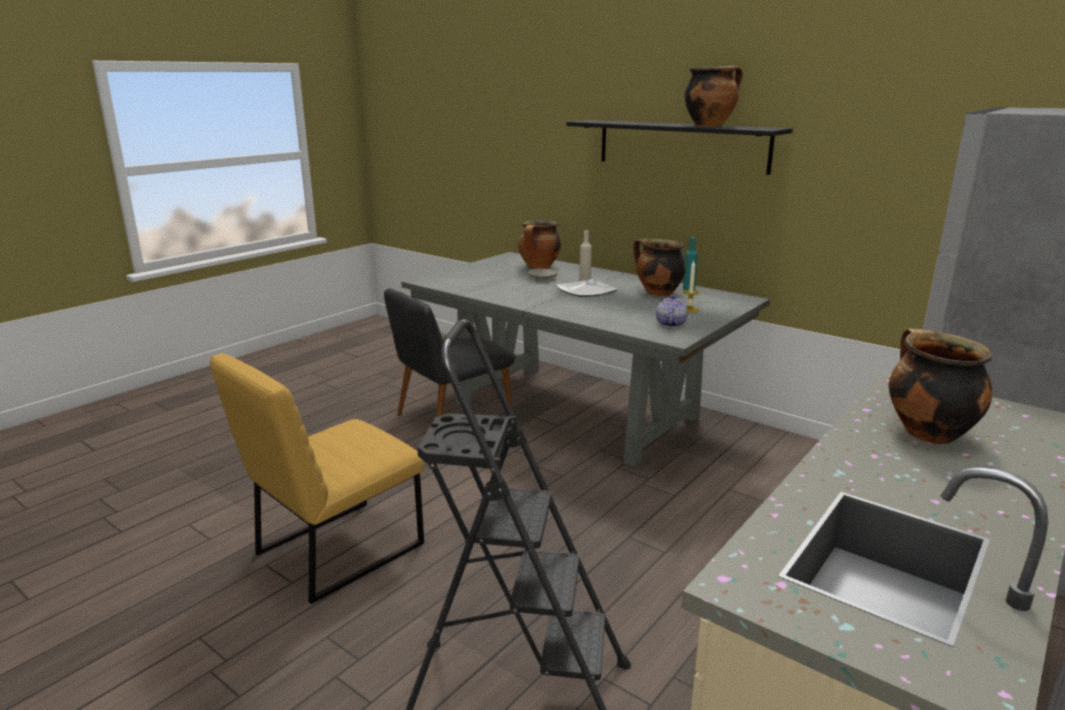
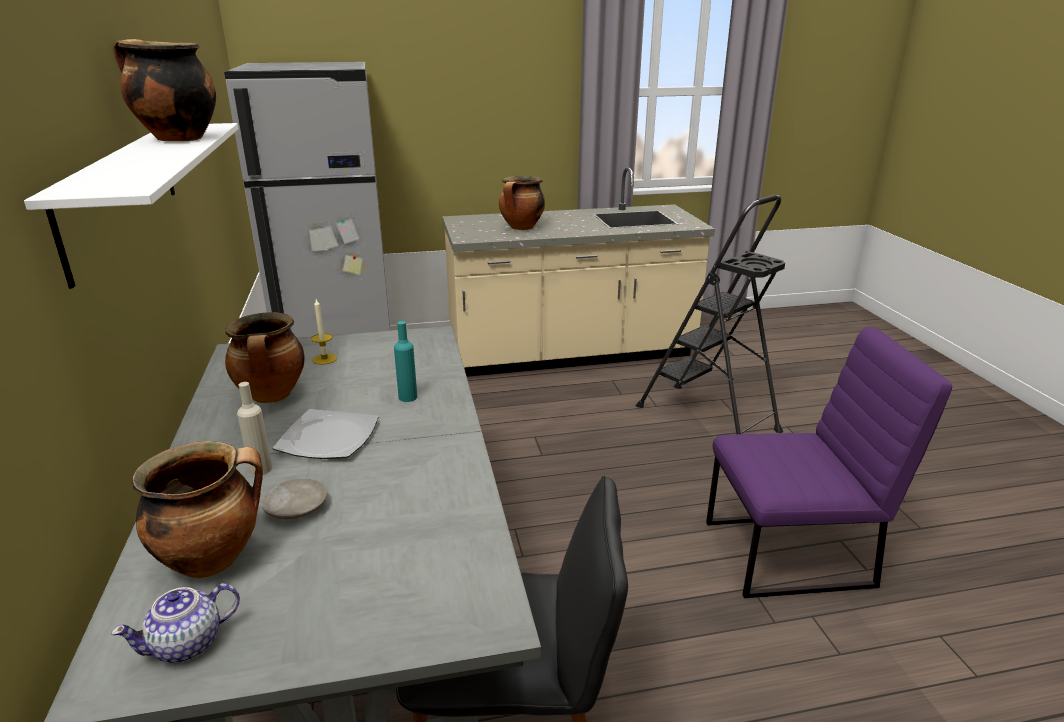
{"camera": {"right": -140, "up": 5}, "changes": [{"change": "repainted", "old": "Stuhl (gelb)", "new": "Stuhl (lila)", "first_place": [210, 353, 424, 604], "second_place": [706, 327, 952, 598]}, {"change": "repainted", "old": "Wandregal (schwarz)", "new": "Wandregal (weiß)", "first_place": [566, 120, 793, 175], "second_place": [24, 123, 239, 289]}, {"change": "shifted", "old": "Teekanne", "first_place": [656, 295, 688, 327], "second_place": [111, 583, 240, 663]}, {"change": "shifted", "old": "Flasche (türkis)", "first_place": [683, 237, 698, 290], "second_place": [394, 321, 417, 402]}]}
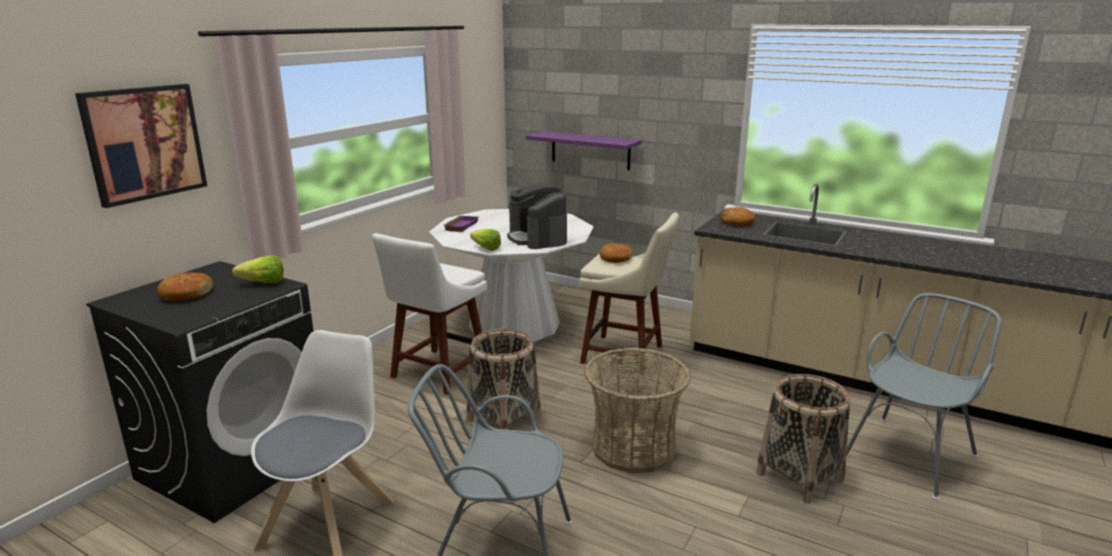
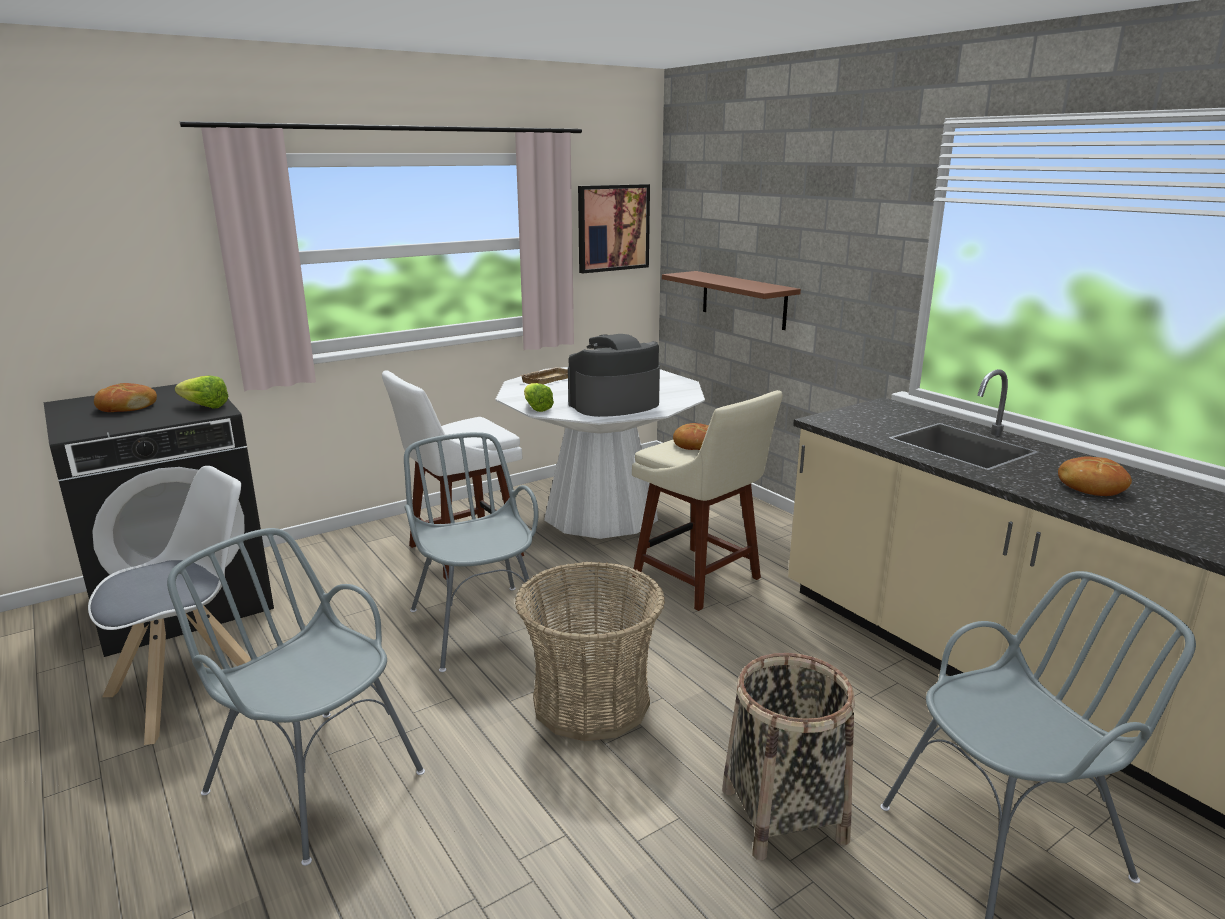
{"camera": {"right": 25, "up": 0}, "changes": [{"change": "shifted", "old": "Bild", "first_place": [75, 84, 207, 208], "second_place": [578, 184, 650, 273]}, {"change": "repainted", "old": "Tablett (lila)", "new": "Tablett (beige)", "first_place": [442, 216, 478, 232], "second_place": [519, 367, 568, 385]}, {"change": "swapped", "old": "Korb", "new": "Stuhl (grau)", "first_place": [467, 329, 541, 430], "second_place": [404, 432, 544, 672]}, {"change": "rotated", "old": "Kaffeemaschine", "first_place": [507, 182, 567, 249], "second_place": [568, 334, 660, 417], "degrees": 60}, {"change": "repainted", "old": "Wandregal (lila)", "new": "Wandregal (braun)", "first_place": [526, 131, 642, 170], "second_place": [662, 271, 801, 330]}, {"change": "shifted", "old": "Brot", "first_place": [720, 207, 756, 226], "second_place": [1058, 456, 1132, 496]}]}
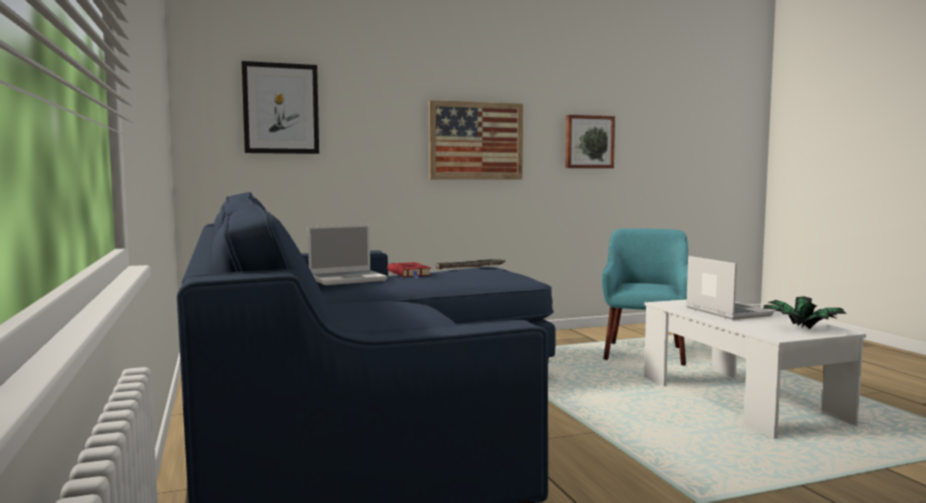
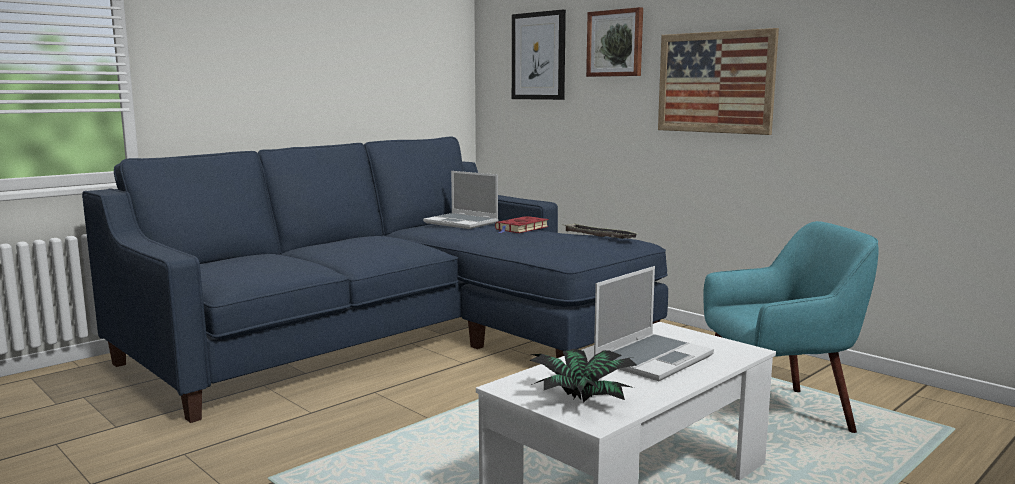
{"camera": {"right": 65, "up": 5}, "changes": [{"change": "shifted", "old": "Bild", "first_place": [565, 115, 615, 168], "second_place": [586, 7, 643, 77]}]}
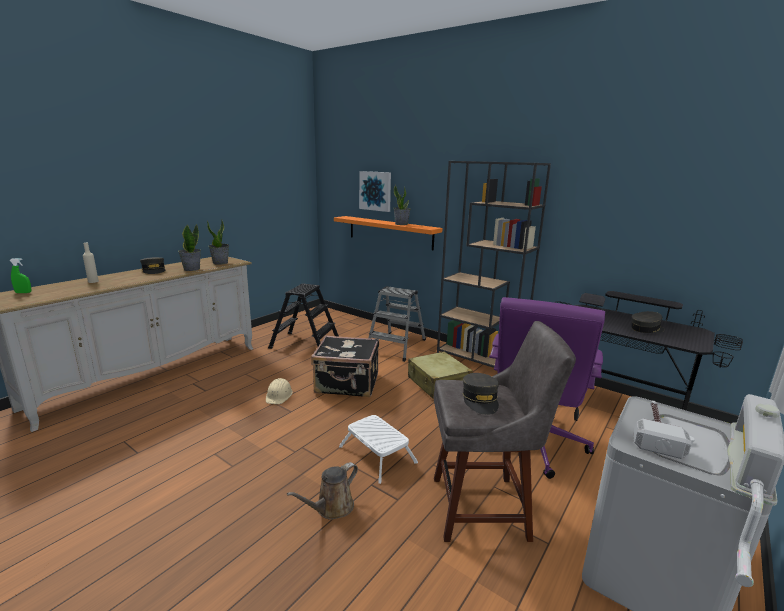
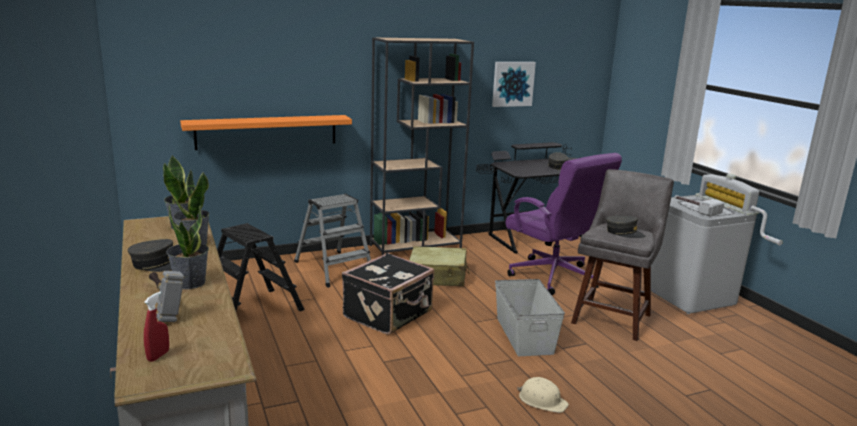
{"camera": {"right": -60, "up": 0}, "changes": [{"change": "repainted", "old": "Sprühflasche (grün)", "new": "Sprühflasche (rot)", "first_place": [9, 258, 31, 293], "second_place": [144, 292, 169, 362]}, {"change": "swapped", "old": "Flasche (beige)", "new": "Hammer", "first_place": [83, 243, 99, 283], "second_place": [149, 271, 184, 322]}, {"change": "shifted", "old": "Schutzhelm (beige)", "first_place": [266, 378, 293, 404], "second_place": [517, 377, 569, 413]}, {"change": "gone", "old": "Gießkanne (braun)", "first_place": [287, 462, 358, 520]}, {"change": "swapped", "old": "Trittleiter (weiß)", "new": "Aufbewahrungsbox (grau)", "first_place": [339, 415, 418, 484], "second_place": [495, 279, 565, 356]}, {"change": "shifted", "old": "Bild", "first_place": [359, 171, 391, 212], "second_place": [492, 62, 536, 107]}, {"change": "shifted", "old": "Topfpflanze", "first_place": [394, 185, 411, 225], "second_place": [166, 205, 209, 289]}]}
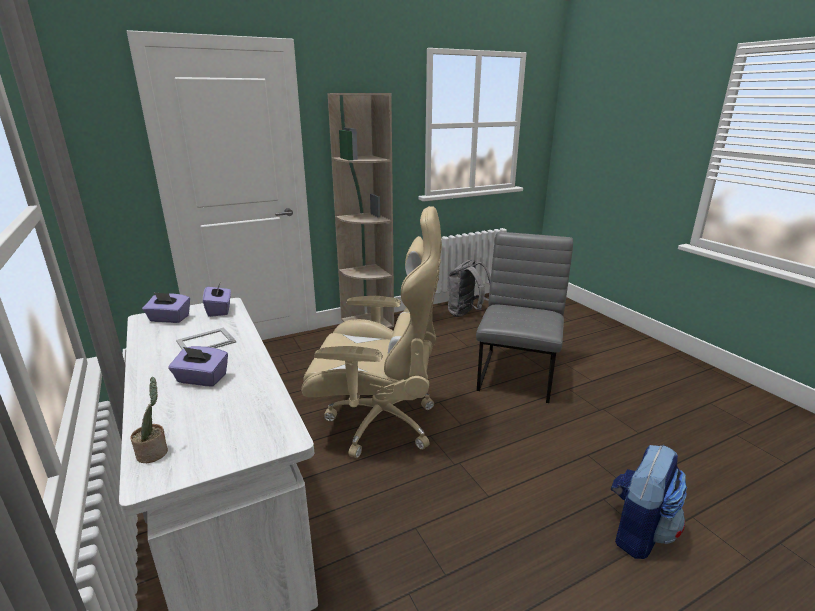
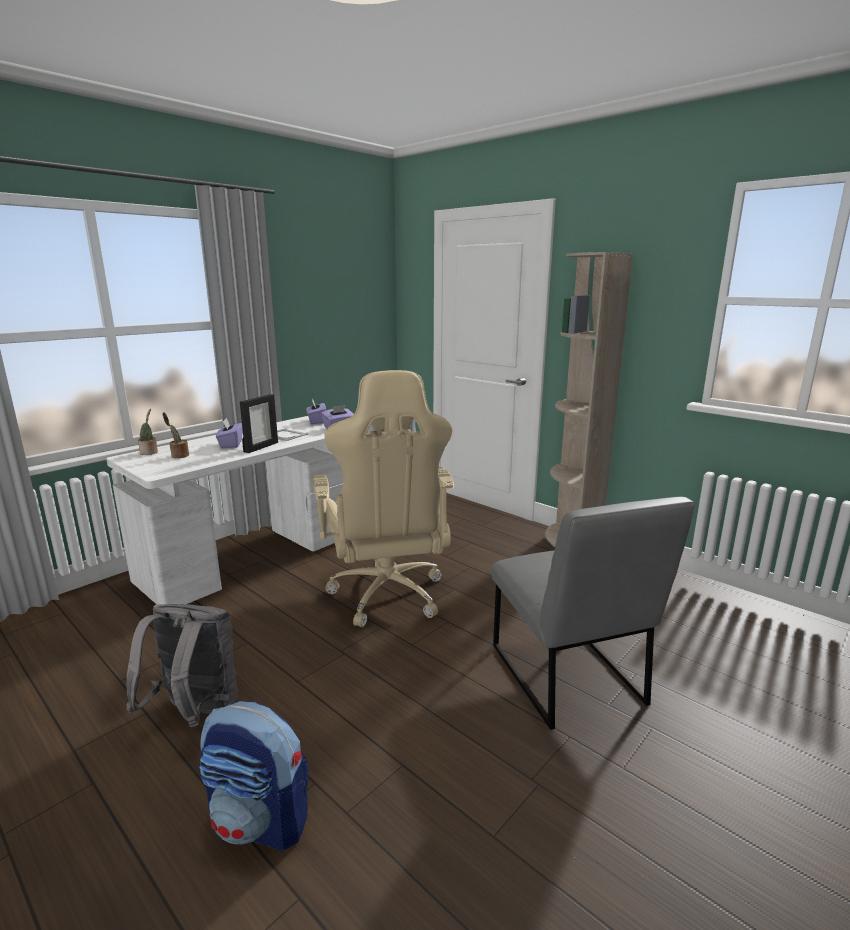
{"camera": {"right": 70, "up": -5}, "changes": [{"change": "shifted", "old": "Rucksack (grau)", "first_place": [448, 260, 491, 317], "second_place": [126, 604, 238, 727]}, {"change": "rotated", "old": "Stuhl (grau)", "first_place": [476, 232, 573, 403], "second_place": [491, 497, 695, 730], "degrees": 75}, {"change": "new", "new": "Topfpflanze", "second_place": [163, 412, 189, 458]}, {"change": "new", "new": "Bilderrahmen", "second_place": [240, 394, 278, 453]}]}
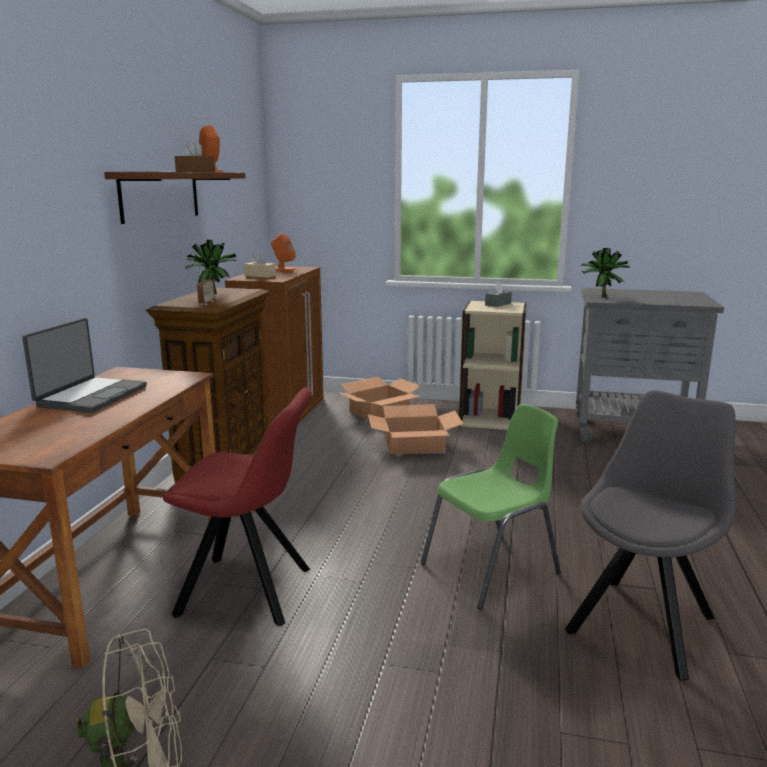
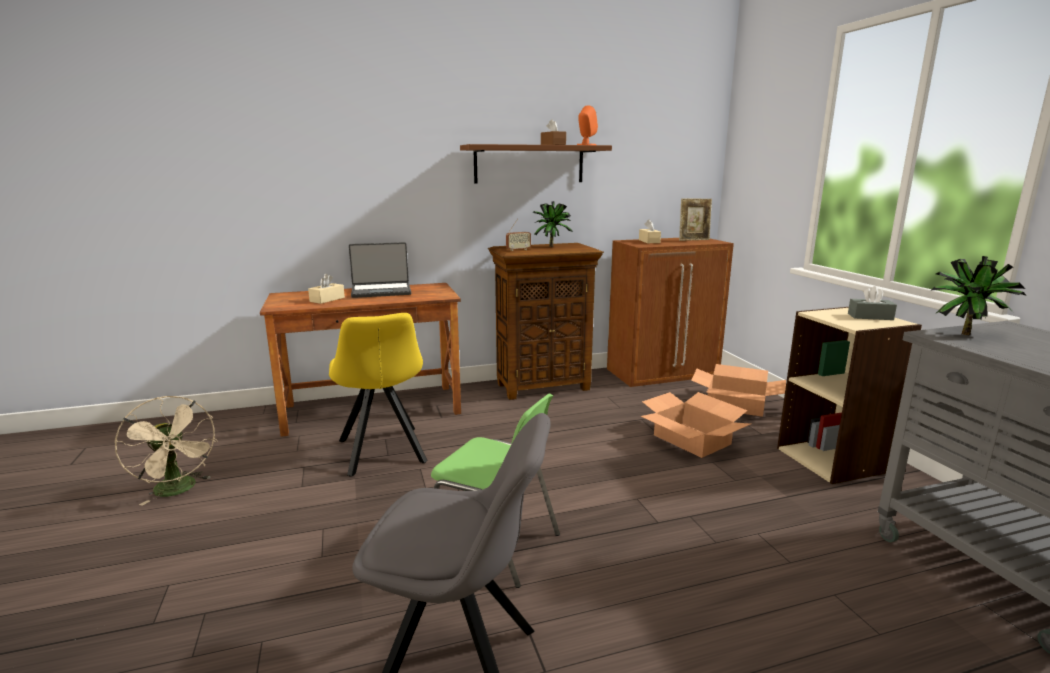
{"camera": {"right": 60, "up": 0}, "changes": [{"change": "repainted", "old": "Stuhl (rot)", "new": "Stuhl (gelb)", "first_place": [163, 387, 312, 626], "second_place": [329, 313, 428, 477]}, {"change": "swapped", "old": "Lautsprecher (orange)", "new": "Bilderrahmen", "first_place": [271, 233, 296, 271], "second_place": [679, 198, 712, 241]}, {"change": "new", "new": "Taschentuchbox (beige)", "second_place": [308, 274, 345, 304]}]}
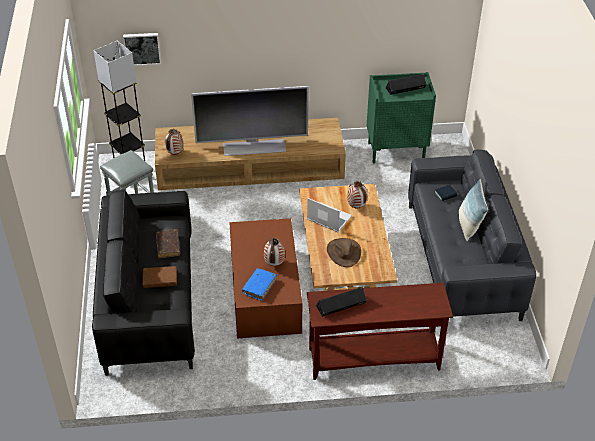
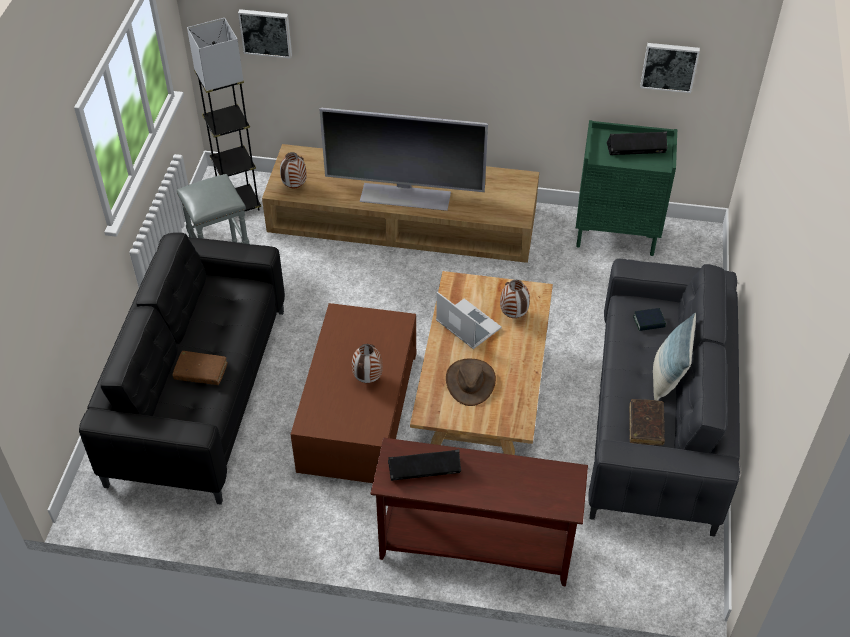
{"camera": {"right": 15, "up": 5}, "changes": [{"change": "shifted", "old": "Buch (braun)", "first_place": [156, 229, 180, 258], "second_place": [629, 399, 665, 445]}, {"change": "gone", "old": "Buch (blau)", "first_place": [242, 268, 276, 301]}, {"change": "new", "new": "Bild", "second_place": [640, 43, 700, 93]}]}
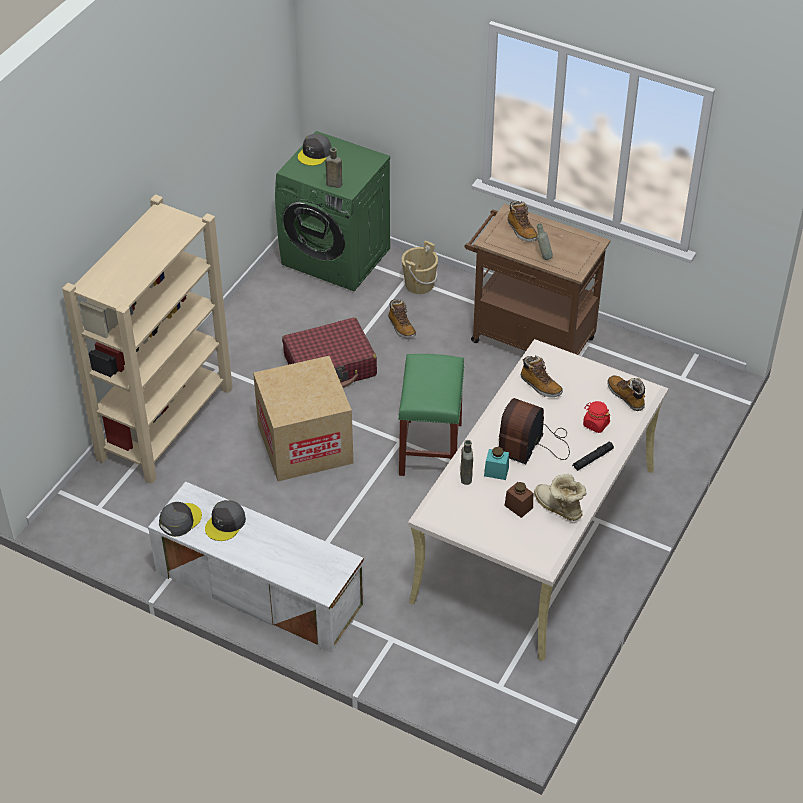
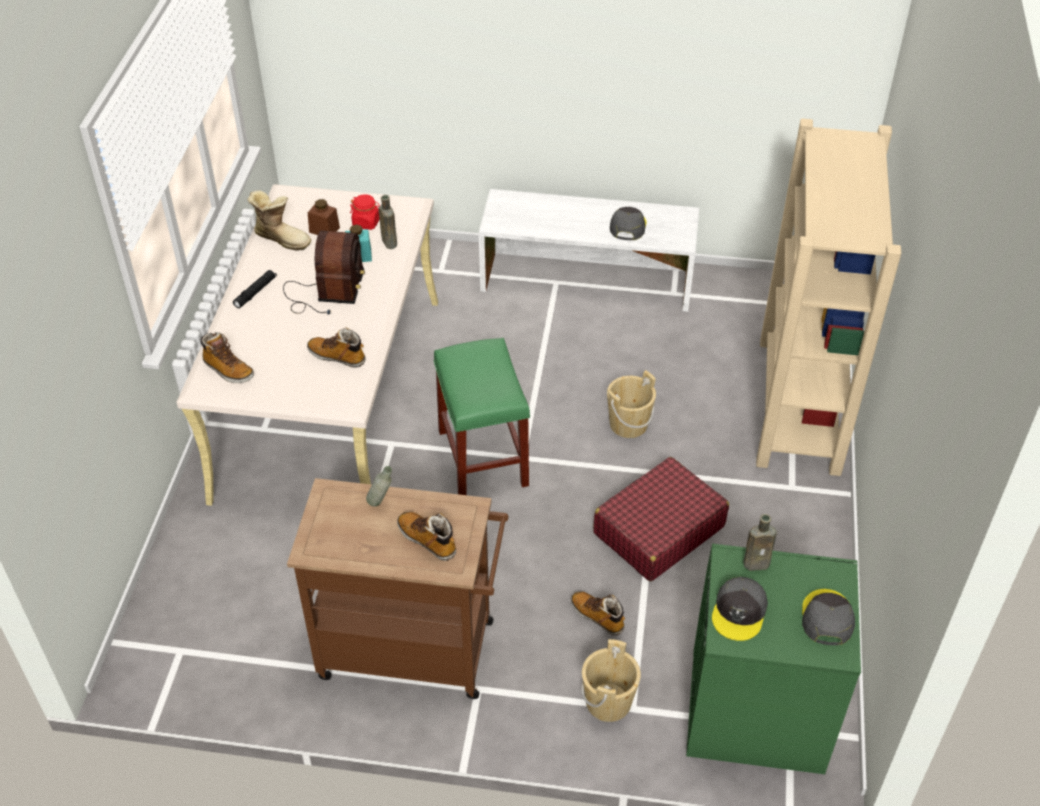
{"camera": {"right": 160, "up": 0}, "changes": [{"change": "shifted", "old": "Kappe (grau)", "first_place": [159, 502, 202, 537], "second_place": [712, 577, 768, 641]}, {"change": "swapped", "old": "Karton", "new": "Eimer (beige)", "first_place": [253, 356, 353, 481], "second_place": [607, 370, 656, 438]}, {"change": "shifted", "old": "Vorratsglas (rot)", "first_place": [583, 401, 610, 433], "second_place": [350, 194, 380, 230]}]}
